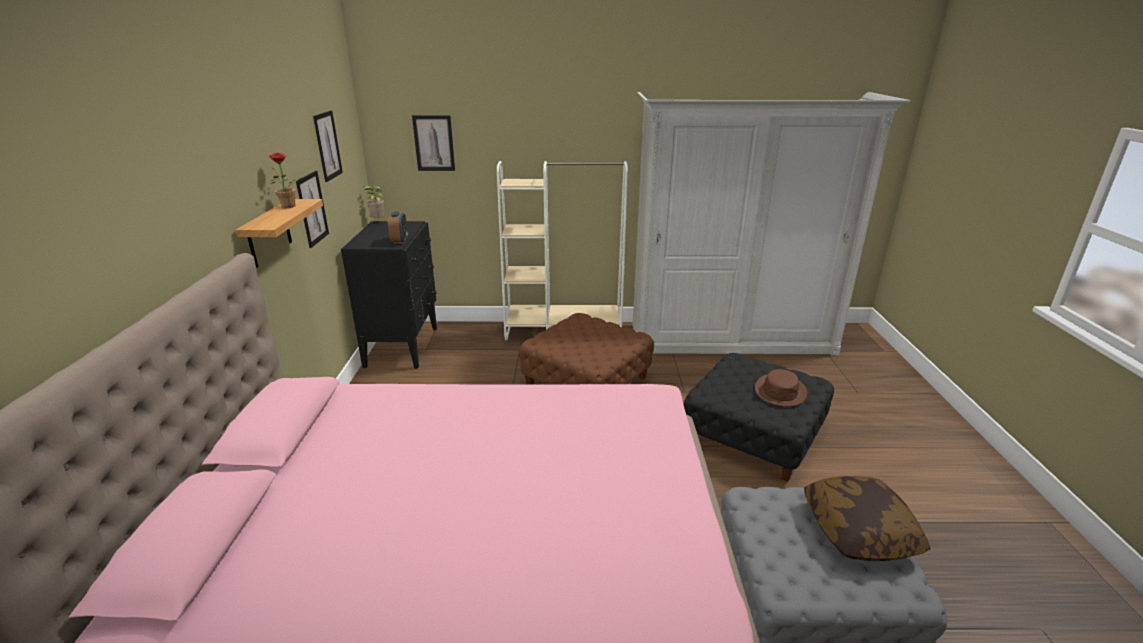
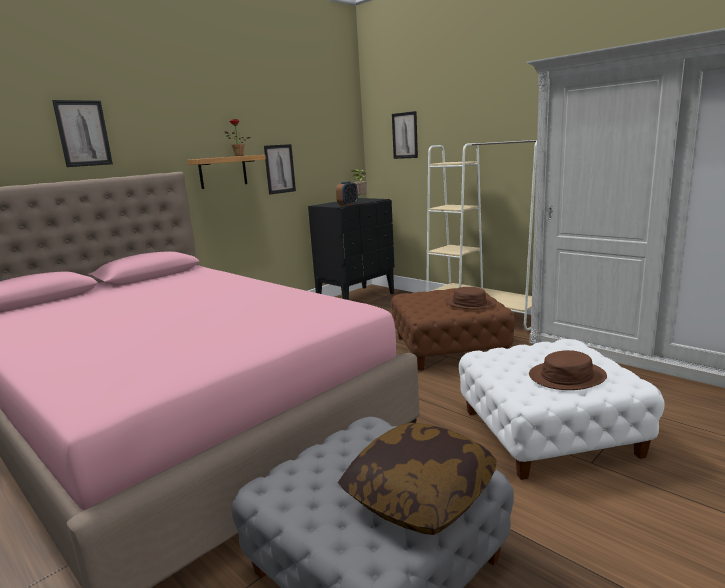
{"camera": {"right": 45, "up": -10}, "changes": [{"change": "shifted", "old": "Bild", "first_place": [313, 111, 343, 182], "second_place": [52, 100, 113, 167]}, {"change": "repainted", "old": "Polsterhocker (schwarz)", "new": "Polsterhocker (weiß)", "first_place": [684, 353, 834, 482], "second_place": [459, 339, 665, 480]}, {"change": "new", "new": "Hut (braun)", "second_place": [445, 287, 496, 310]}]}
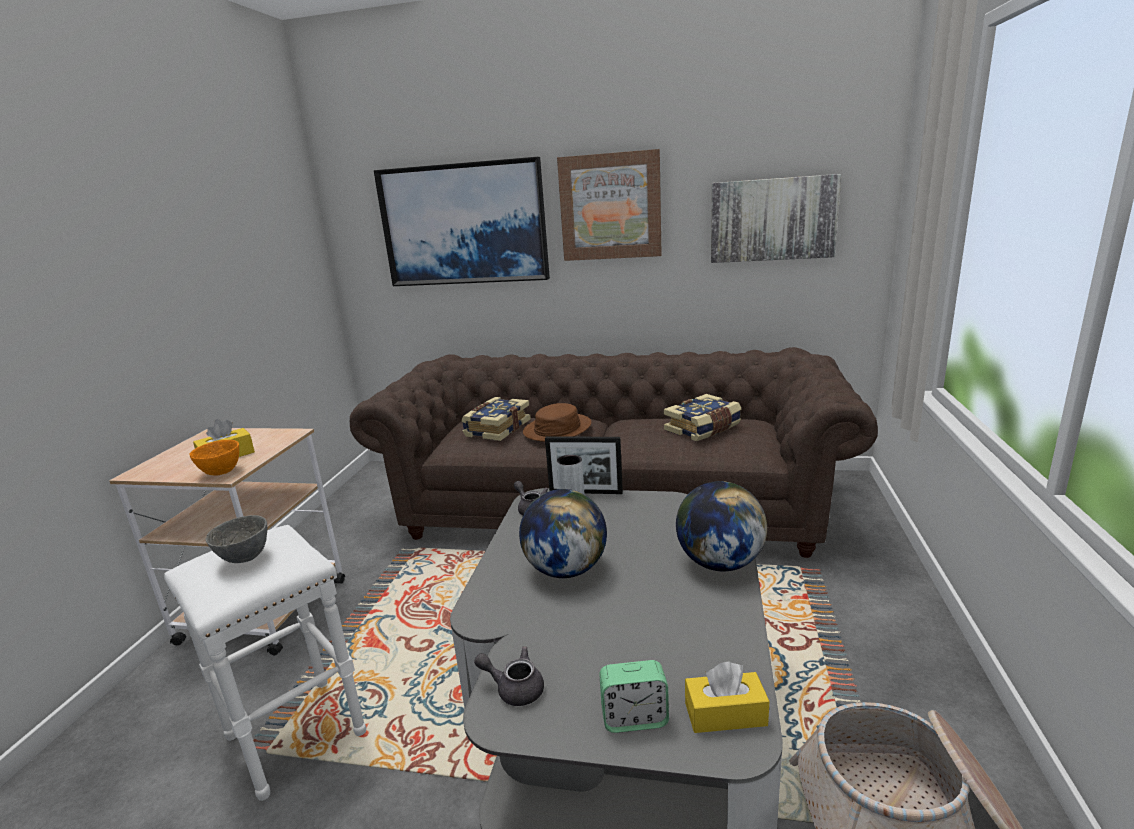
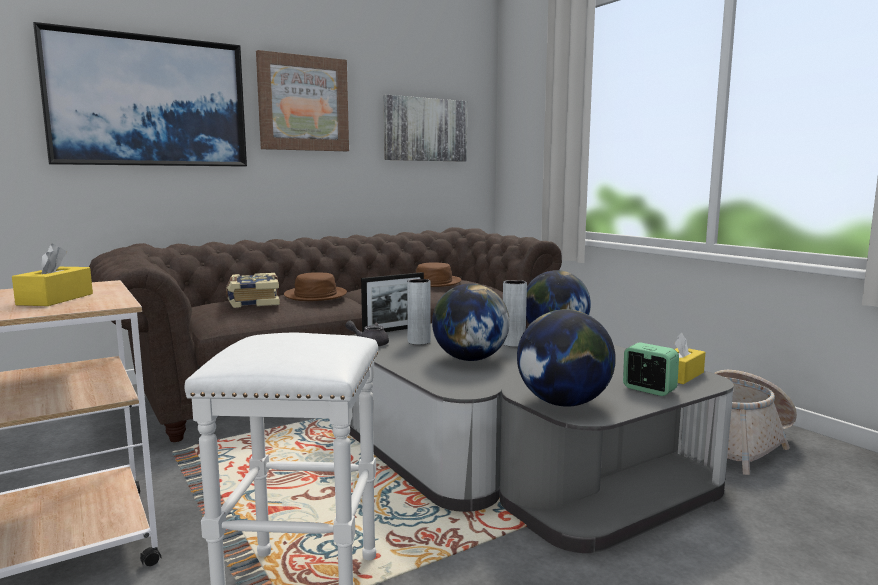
{"camera": {"right": -45, "up": -10}, "changes": [{"change": "gone", "old": "Schüssel (orange)", "first_place": [190, 440, 239, 475]}, {"change": "gone", "old": "Schüssel (grau)", "first_place": [205, 515, 267, 563]}, {"change": "swapped", "old": "Teekanne (grau)", "new": "Globus", "first_place": [474, 646, 544, 706], "second_place": [517, 309, 616, 407]}, {"change": "rotated", "old": "Wecker", "first_place": [599, 660, 669, 733], "second_place": [623, 343, 679, 396], "degrees": -90}, {"change": "swapped", "old": "Buch", "new": "Hut (braun)", "first_place": [664, 394, 741, 441], "second_place": [416, 262, 461, 287]}, {"change": "new", "new": "Vase (grau)", "second_place": [503, 280, 527, 347]}]}
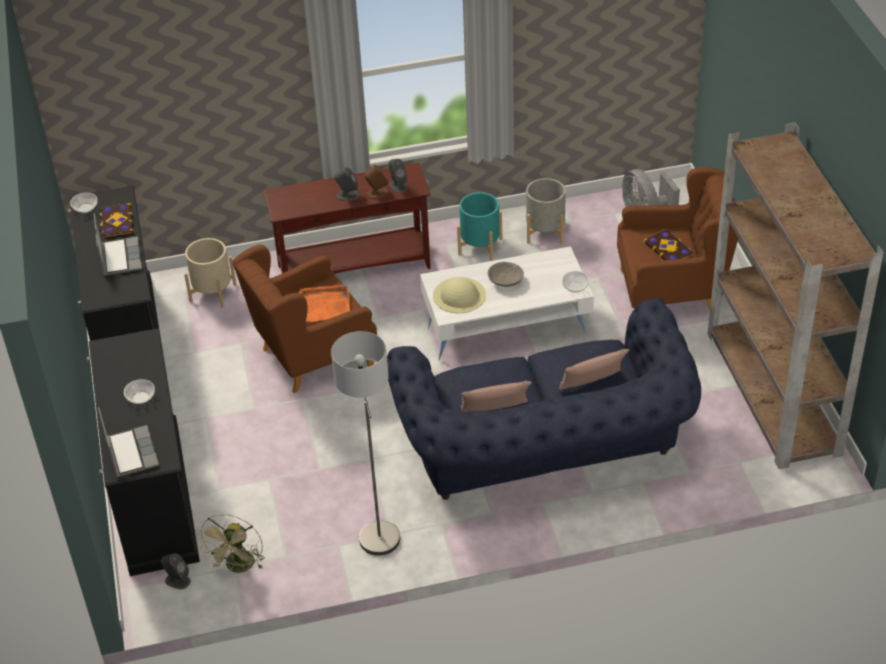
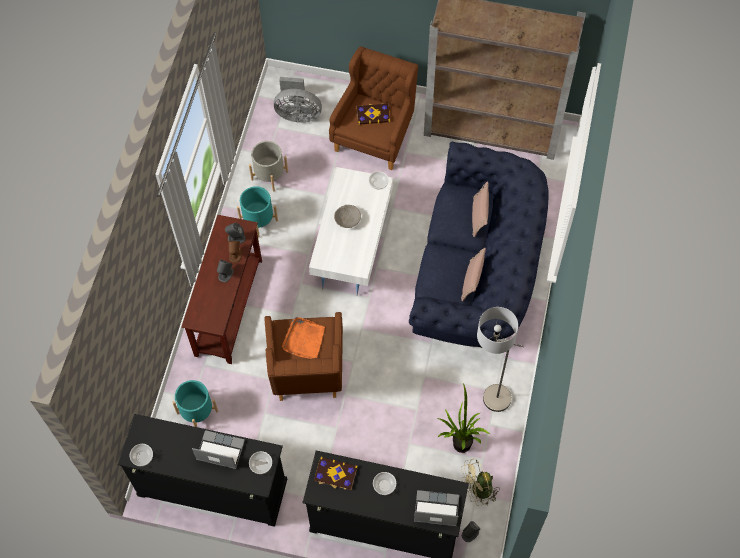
{"camera": {"right": -65, "up": 20}, "changes": [{"change": "shifted", "old": "Buch", "first_place": [99, 203, 134, 238], "second_place": [314, 457, 358, 490]}, {"change": "repainted", "old": "Pflanzkübel (beige)", "new": "Pflanzkübel (türkis)", "first_place": [184, 238, 237, 308], "second_place": [172, 380, 218, 427]}, {"change": "rotated", "old": "Ventilator (beige)", "first_place": [198, 514, 265, 573], "second_place": [461, 458, 500, 506], "degrees": 120}, {"change": "gone", "old": "Hut (beige)", "first_place": [433, 277, 486, 313]}, {"change": "new", "new": "Schüssel", "second_place": [249, 451, 272, 474]}, {"change": "new", "new": "Topfpflanze", "second_place": [437, 384, 490, 453]}]}
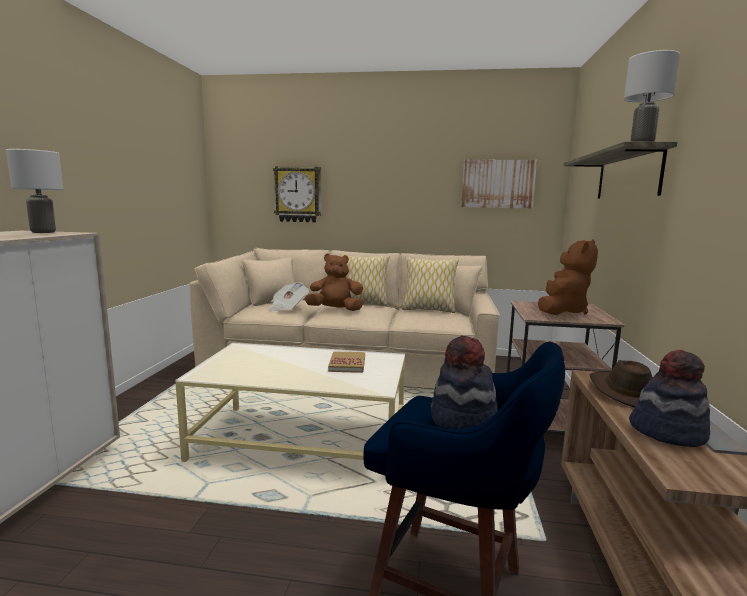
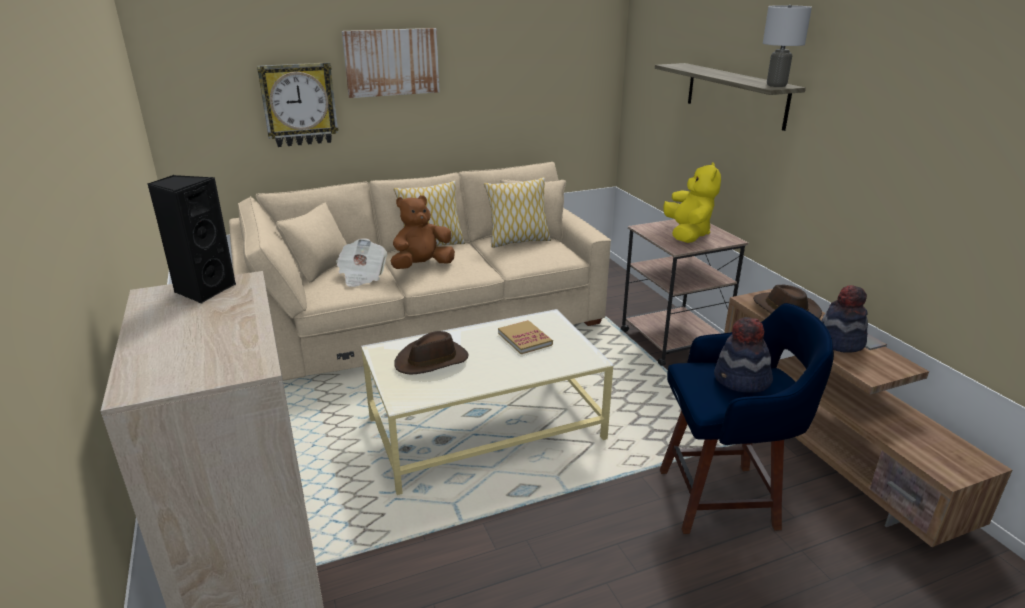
{"camera": {"right": -30, "up": 15}, "changes": [{"change": "swapped", "old": "Tischlampe (weiß)", "new": "Lautsprecher (schwarz)", "first_place": [6, 149, 63, 233], "second_place": [147, 175, 236, 303]}, {"change": "shifted", "old": "Bild", "first_place": [461, 159, 537, 209], "second_place": [342, 28, 440, 98]}, {"change": "repainted", "old": "Plüschtier (braun)", "new": "Plüschtier (gelb)", "first_place": [538, 239, 598, 315], "second_place": [663, 162, 721, 243]}, {"change": "new", "new": "Hut (braun)", "second_place": [394, 331, 468, 374]}]}
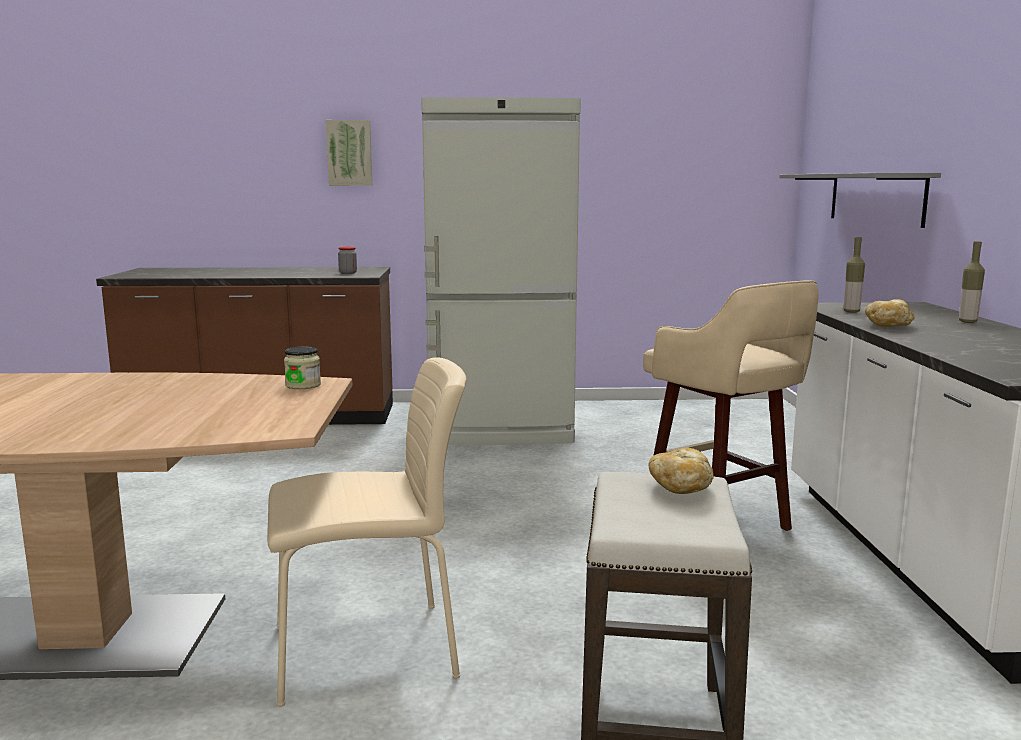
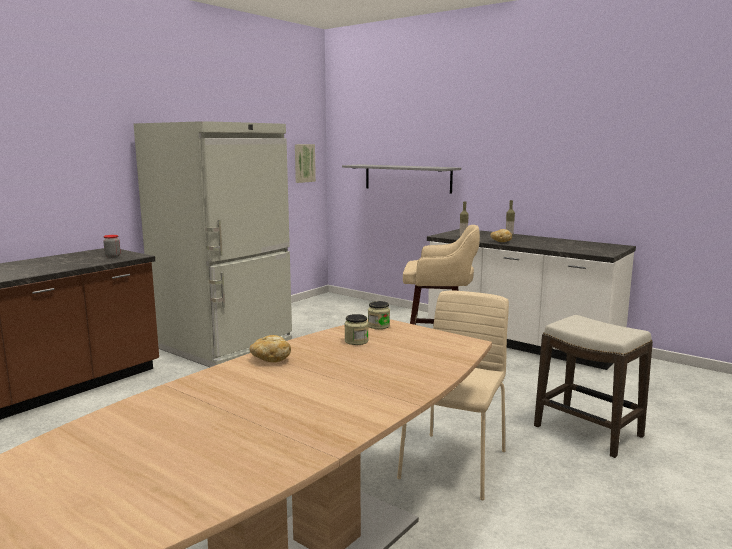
{"camera": {"right": -50, "up": 0}, "changes": [{"change": "shifted", "old": "Bild", "first_place": [326, 120, 373, 186], "second_place": [295, 144, 316, 183]}, {"change": "shifted", "old": "Brot", "first_place": [648, 448, 714, 494], "second_place": [249, 335, 291, 363]}, {"change": "new", "new": "Vorratsglas", "second_place": [344, 314, 369, 345]}]}
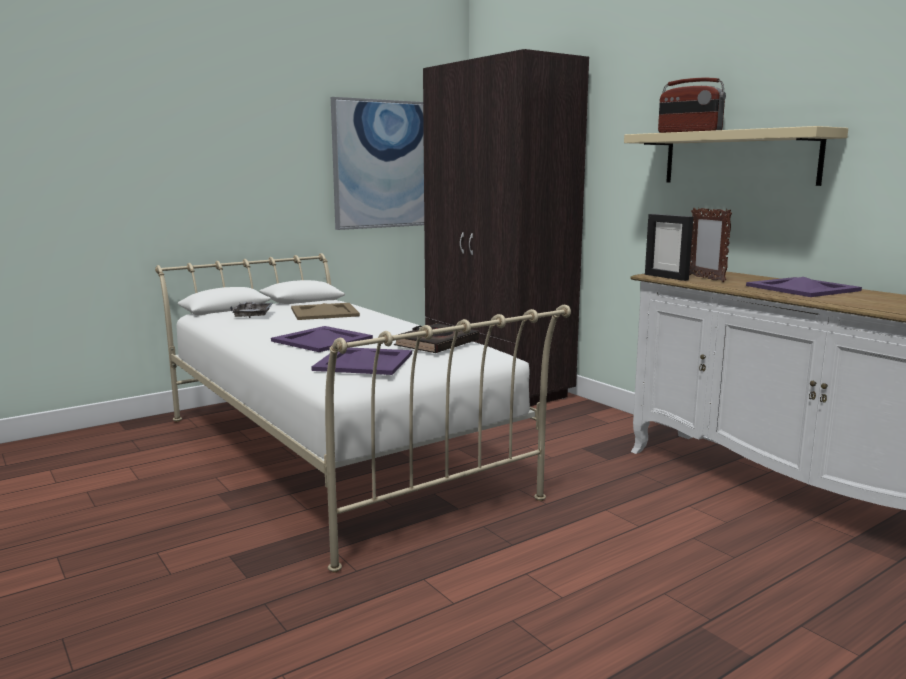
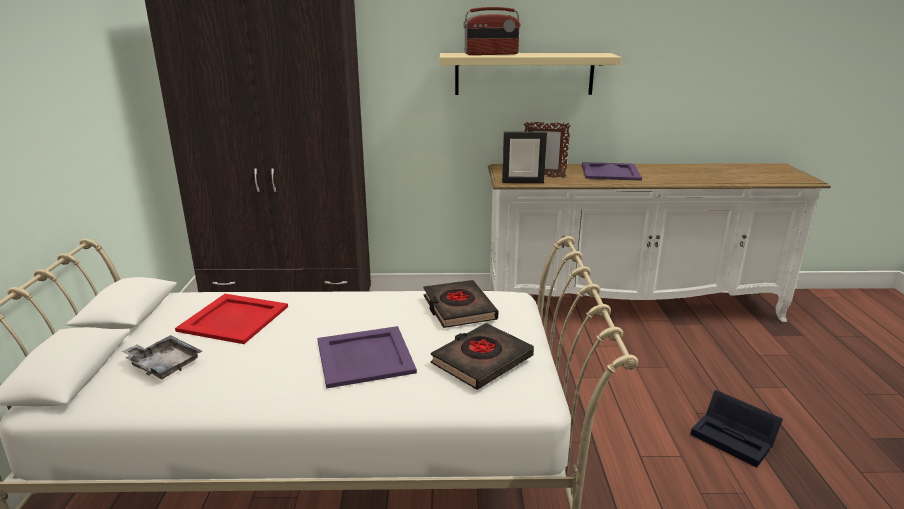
{"camera": {"right": -55, "up": 10}, "changes": [{"change": "repainted", "old": "Tablett (beige)", "new": "Tablett (rot)", "first_place": [291, 303, 360, 320], "second_place": [175, 294, 288, 344]}, {"change": "swapped", "old": "Tablett (lila)", "new": "Buch (schwarz)", "first_place": [311, 348, 412, 375], "second_place": [430, 323, 534, 390]}, {"change": "gone", "old": "Bild", "first_place": [331, 97, 424, 230]}, {"change": "new", "new": "Aufbewahrungsbox (schwarz)", "second_place": [690, 390, 783, 467]}]}
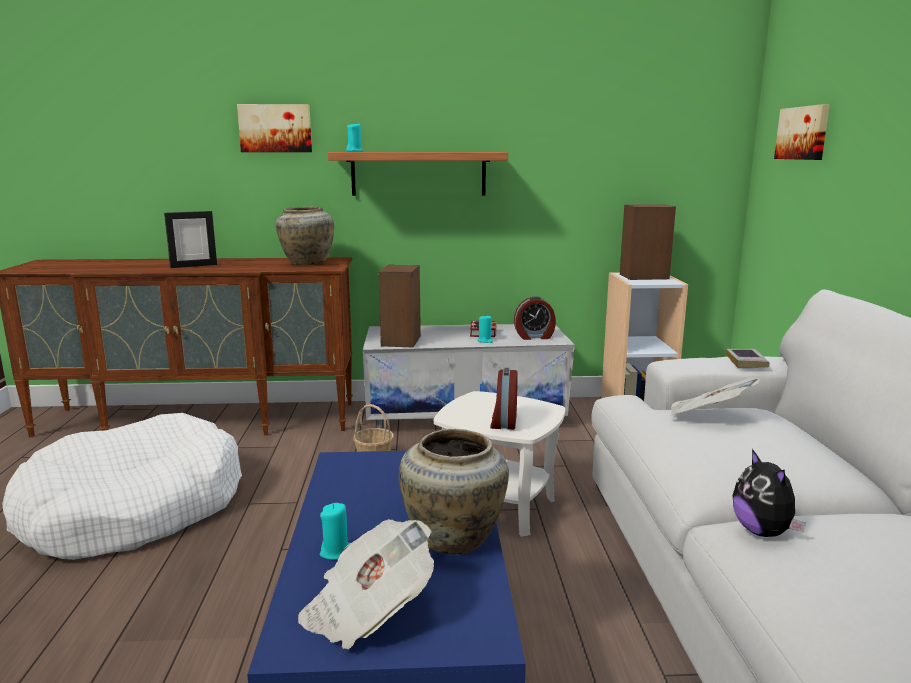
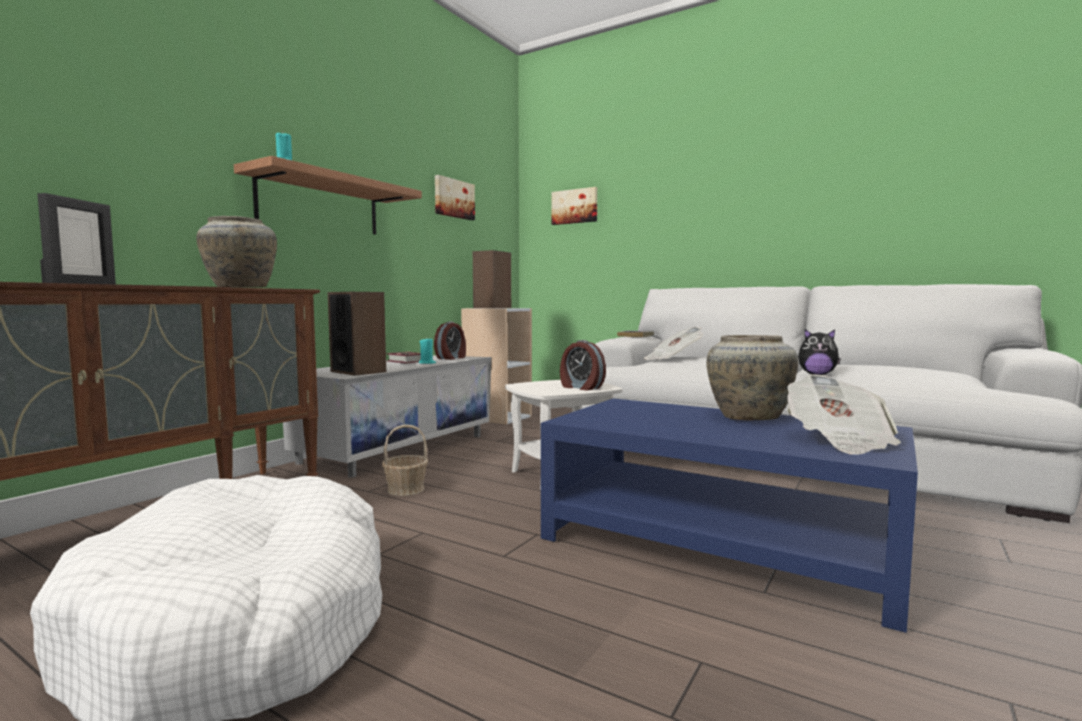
{"camera": {"right": -55, "up": -10}, "changes": [{"change": "shifted", "old": "Bild", "first_place": [237, 104, 312, 152], "second_place": [435, 175, 475, 220]}, {"change": "gone", "old": "Kerze (türkis)", "first_place": [320, 503, 350, 560]}]}
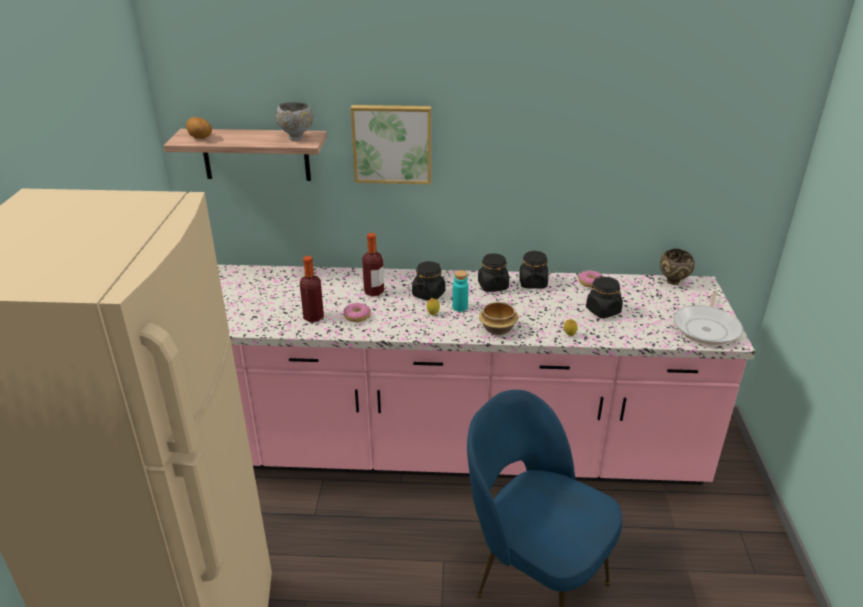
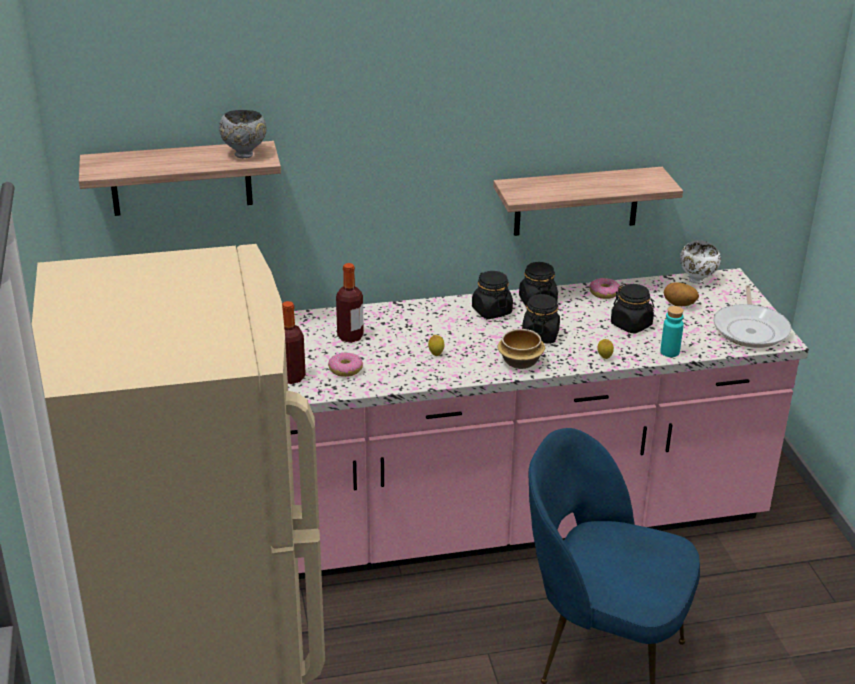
{"camera": {"right": -15, "up": 0}, "changes": [{"change": "shifted", "old": "Kartoffel", "first_place": [186, 117, 212, 139], "second_place": [664, 282, 699, 306]}, {"change": "gone", "old": "Bild", "first_place": [351, 105, 431, 184]}, {"change": "shifted", "old": "Vorratsglas (schwarz)", "first_place": [412, 261, 445, 301], "second_place": [522, 294, 560, 344]}, {"change": "shifted", "old": "Flasche (türkis)", "first_place": [452, 270, 469, 312], "second_place": [660, 306, 684, 357]}, {"change": "repainted", "old": "Schüssel (braun)", "new": "Schüssel (weiß)", "first_place": [660, 249, 695, 285], "second_place": [680, 240, 721, 284]}, {"change": "new", "new": "Wandregal", "second_place": [493, 167, 683, 236]}]}
